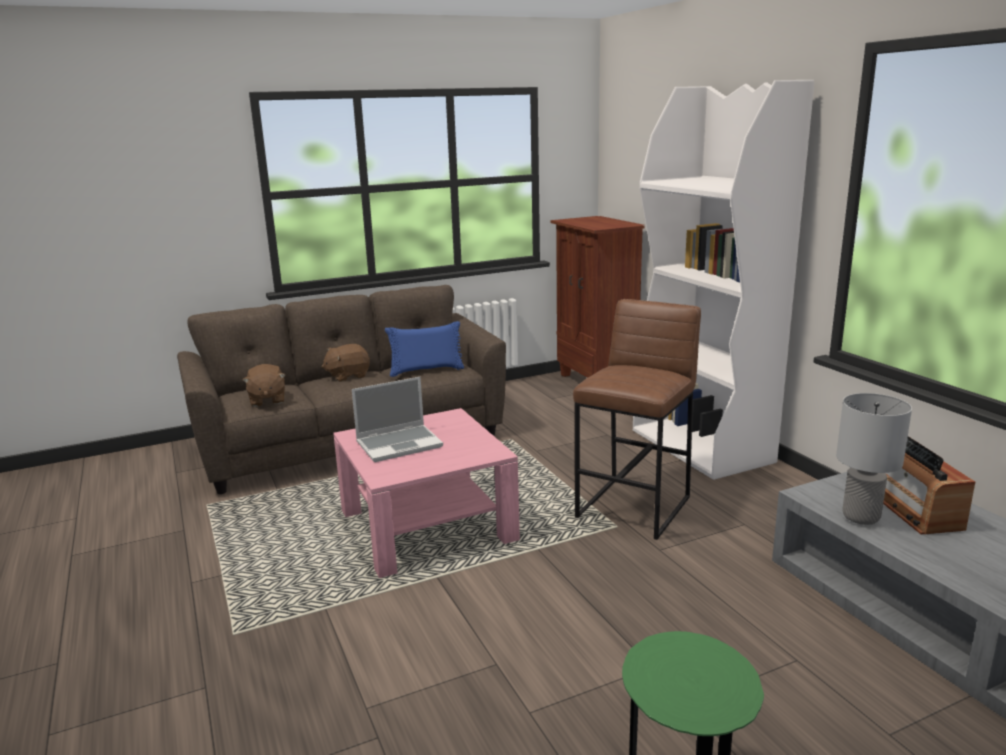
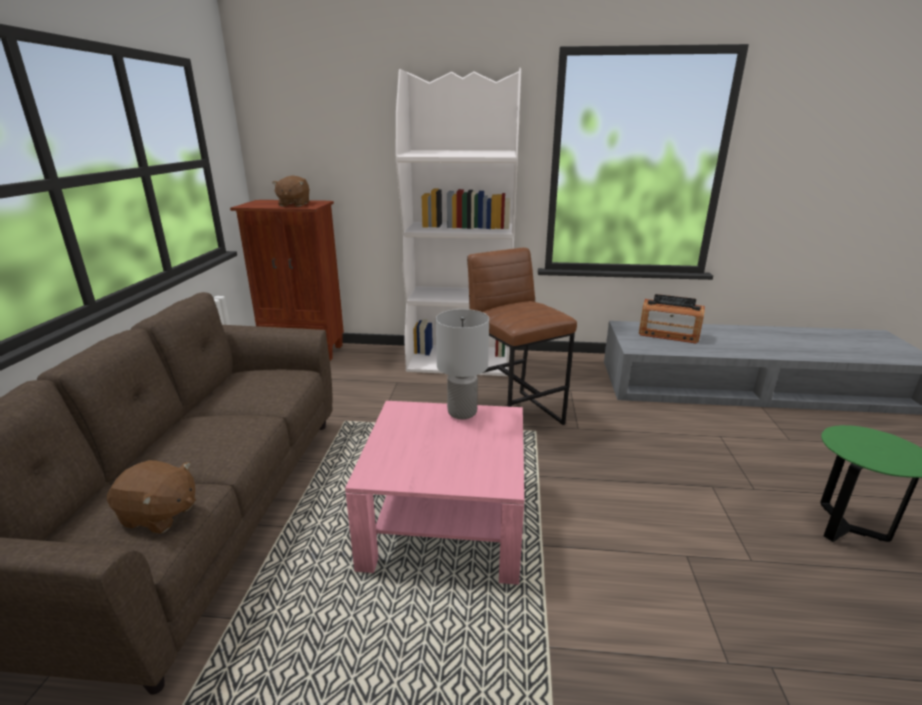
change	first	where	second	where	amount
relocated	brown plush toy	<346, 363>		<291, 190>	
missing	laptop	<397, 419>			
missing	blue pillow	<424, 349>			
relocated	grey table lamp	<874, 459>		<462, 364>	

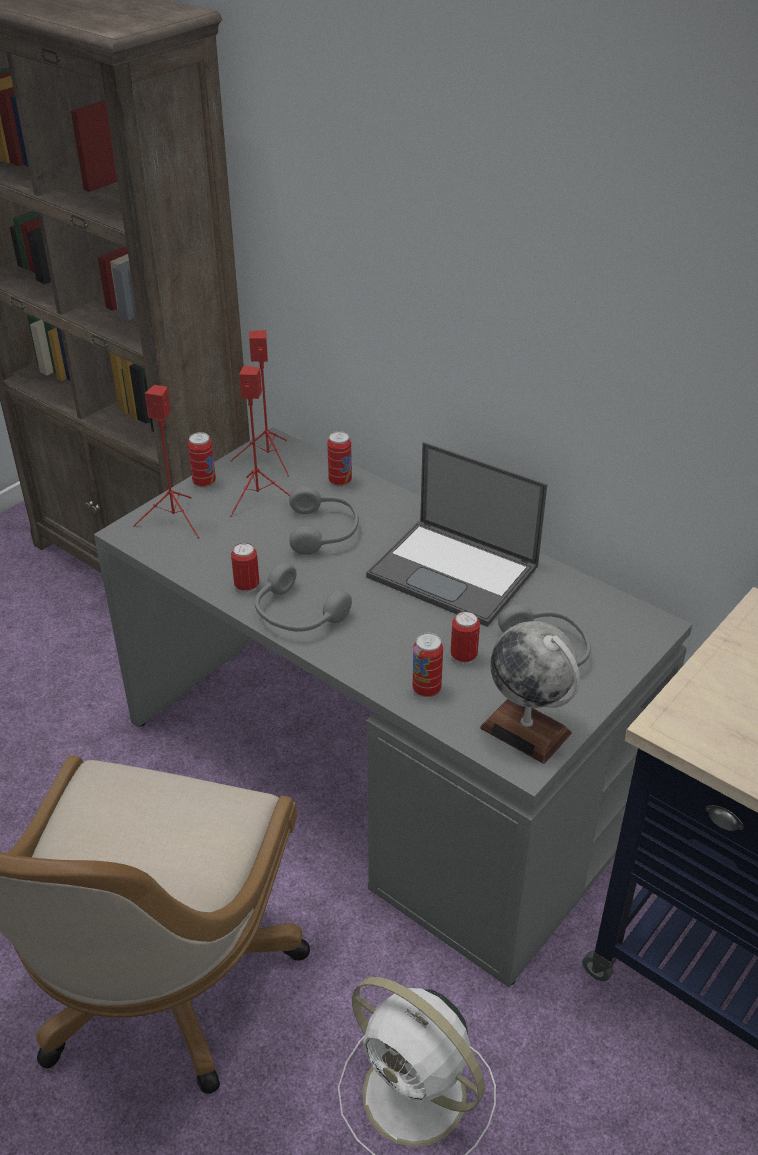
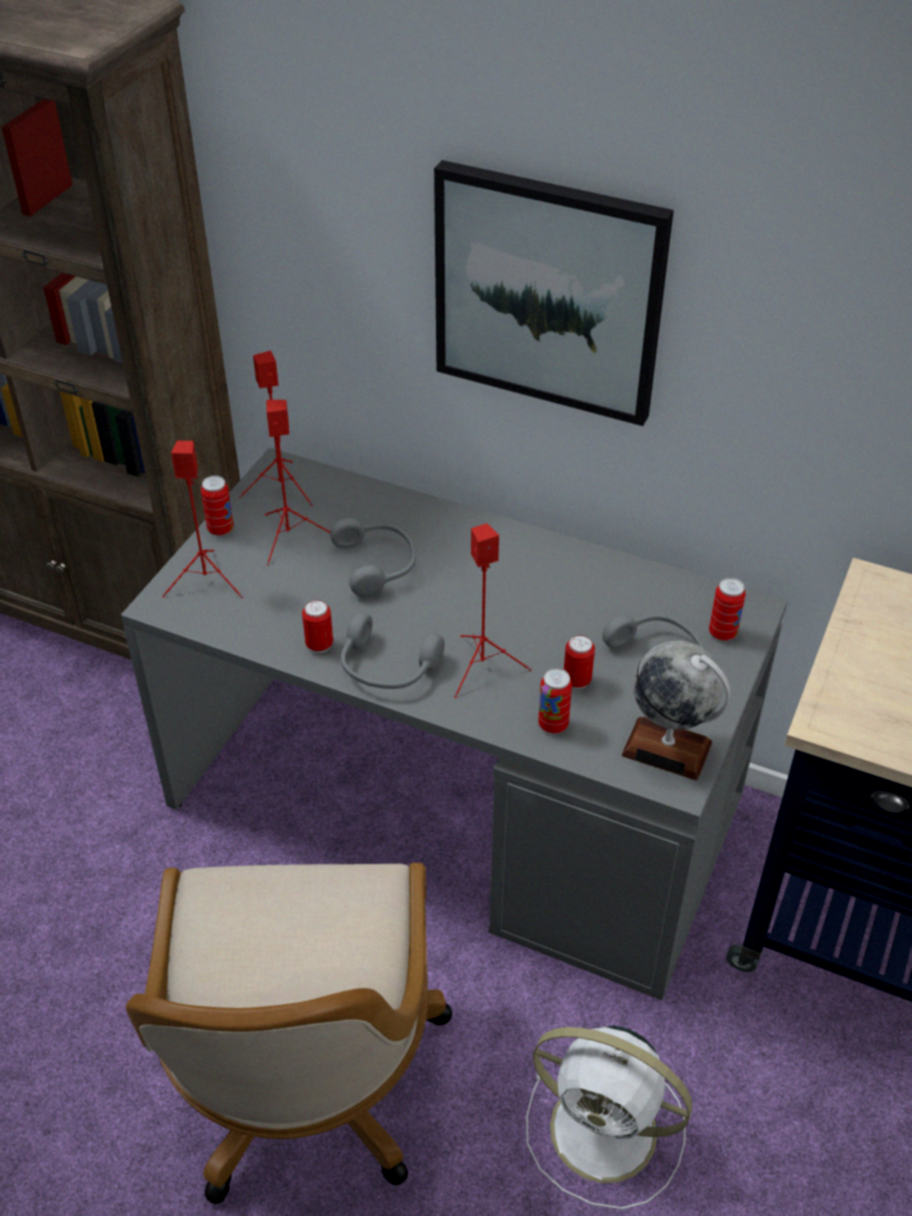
change	first	where	second	where	amount
relocated	can	<339, 459>		<727, 609>	
missing	laptop	<456, 534>			
appeared			picture	<554, 293>	
appeared			red speaker	<493, 610>	

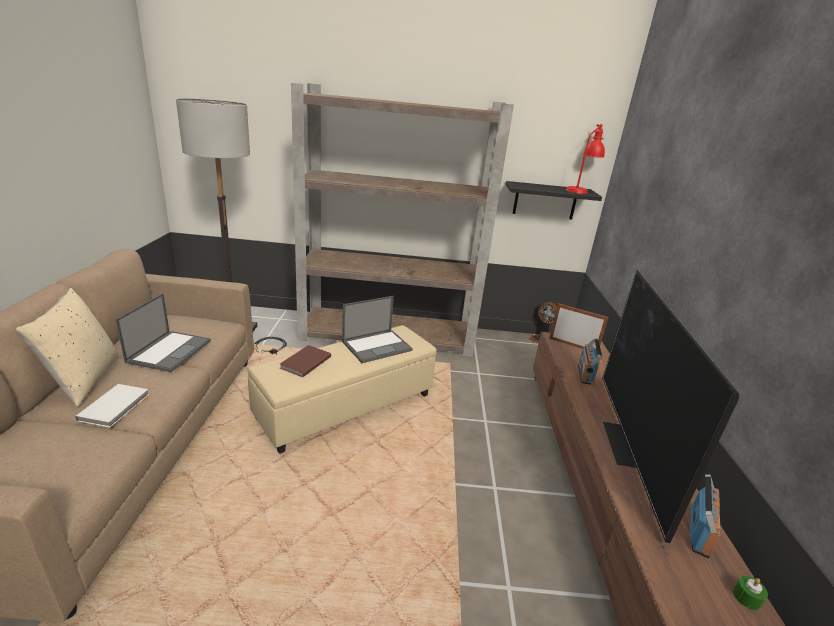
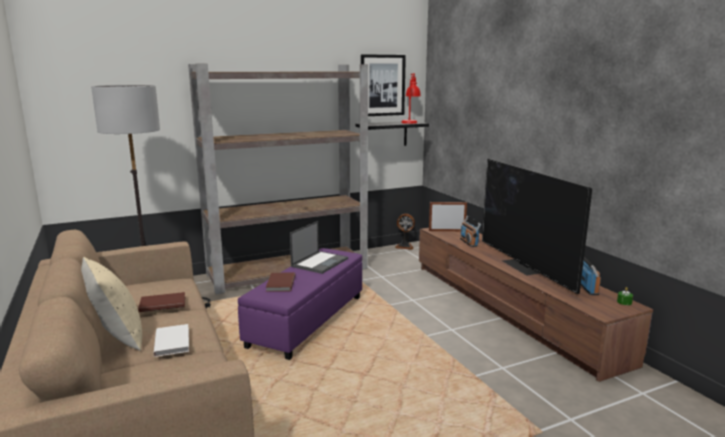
change	first	where	second	where	amount
exchanged	laptop	<163, 332>	brown book	<162, 302>	
colour	beige ottoman	<342, 389>	purple ottoman	<300, 304>	
appeared			picture	<383, 85>	

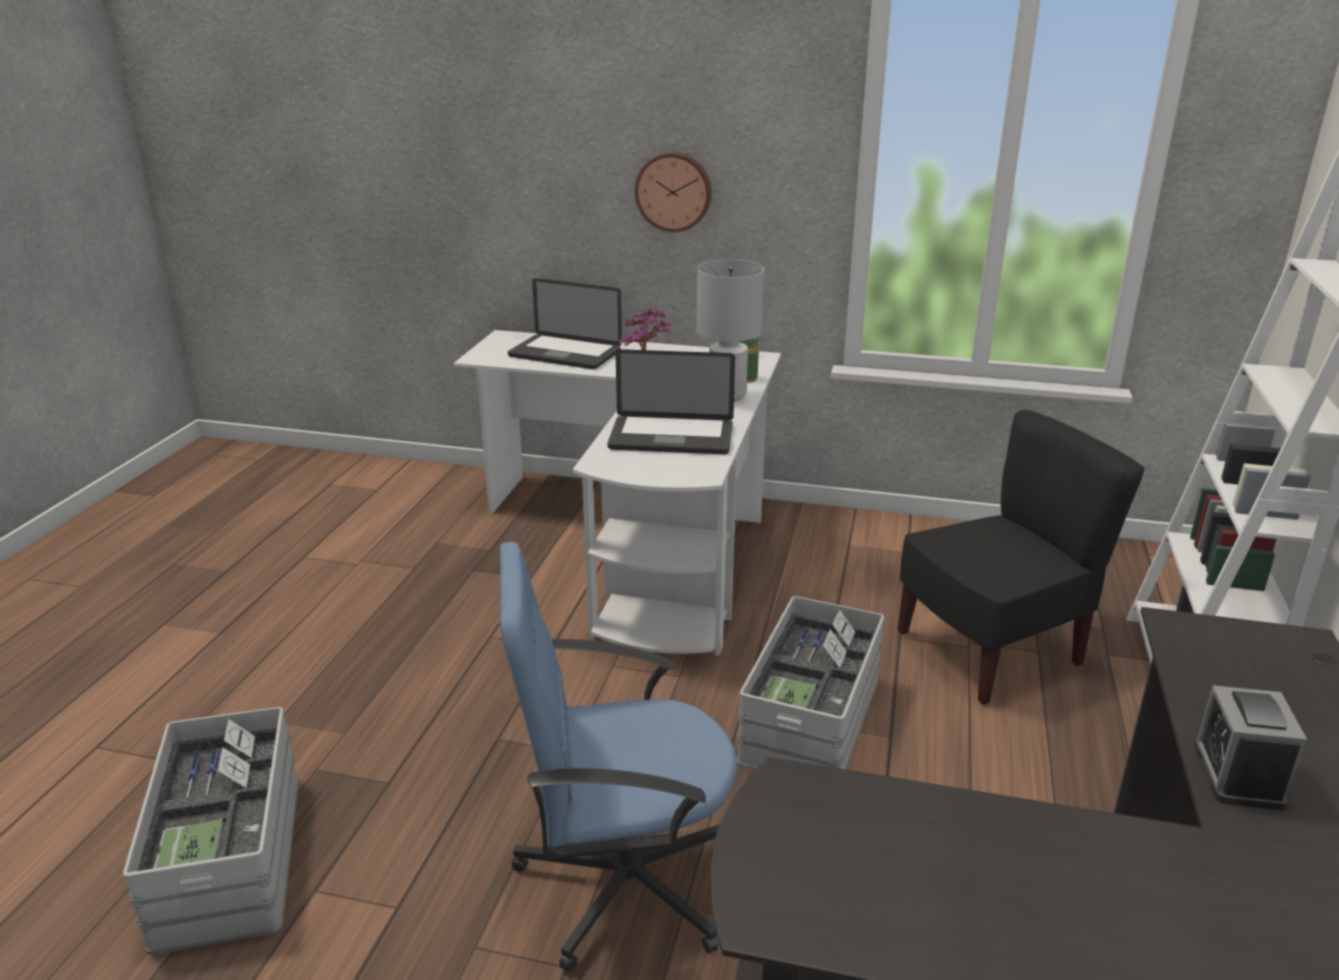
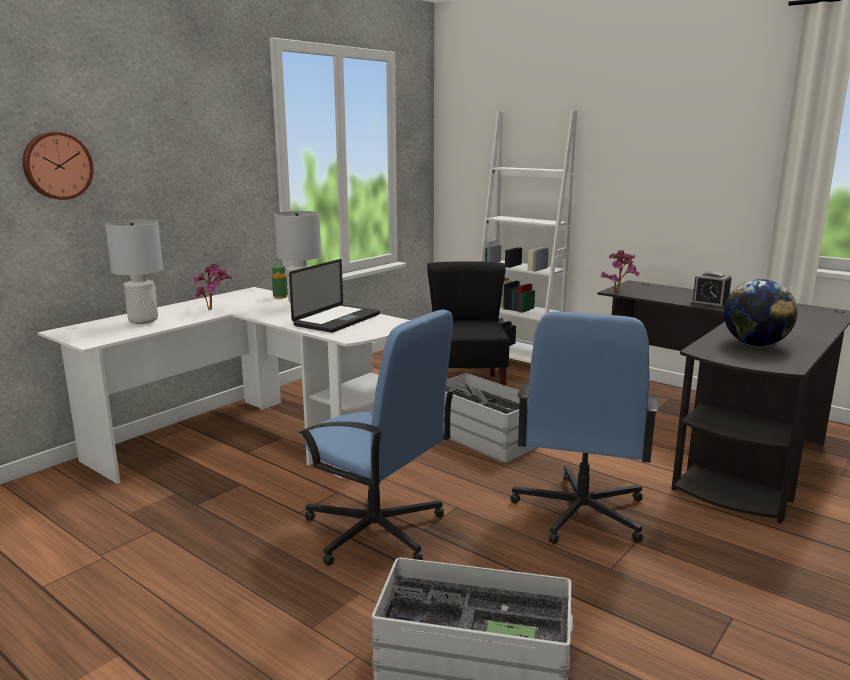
change	first	where	second	where	amount
exchanged	laptop	<565, 323>	grey table lamp	<134, 272>	
relocated	wall clock	<673, 192>		<58, 166>	
appeared			blue office chair	<376, 437>	
appeared			potted plant	<620, 271>	
appeared			globe	<760, 312>	

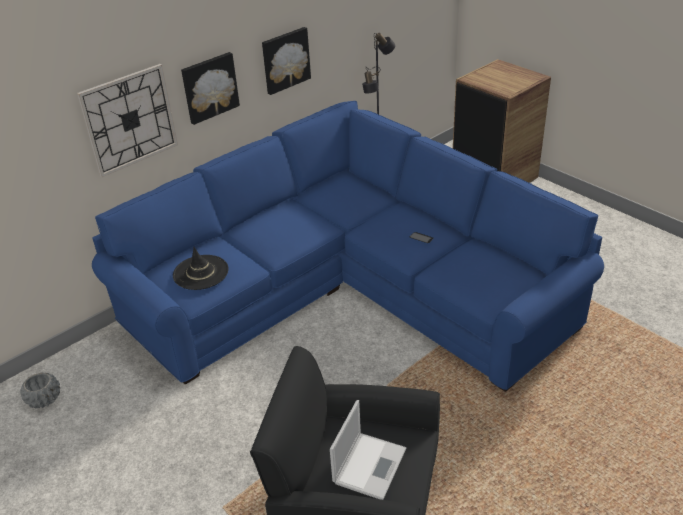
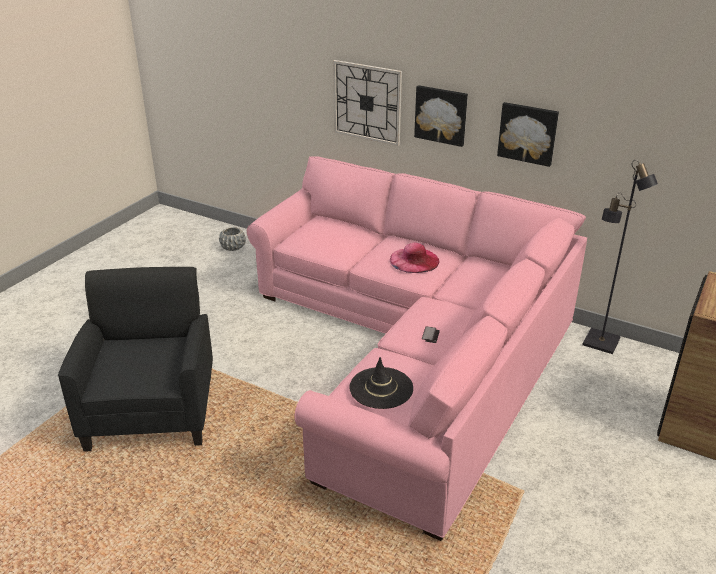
change	first	where	second	where	amount
colour	blue sofa	<348, 246>	pink sofa	<417, 348>	
relocated	black hat	<201, 268>		<381, 383>	
missing	laptop	<368, 450>			
appeared			pink hat	<415, 258>	

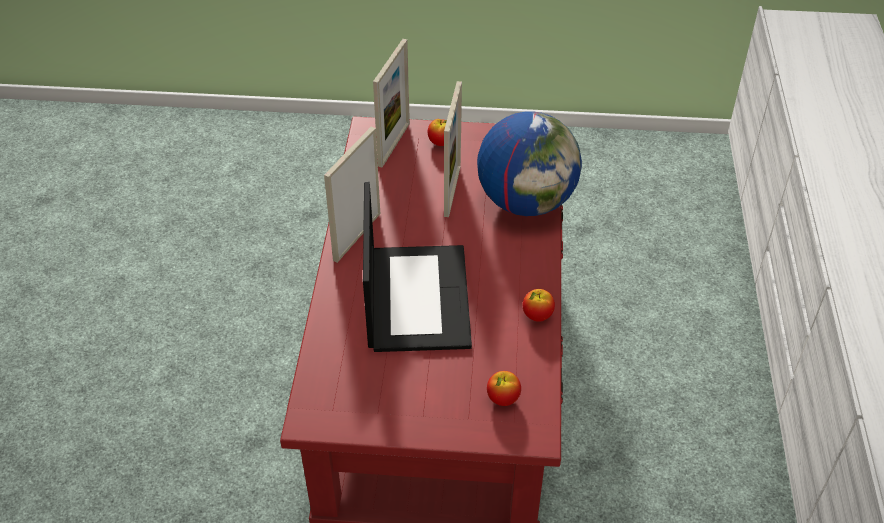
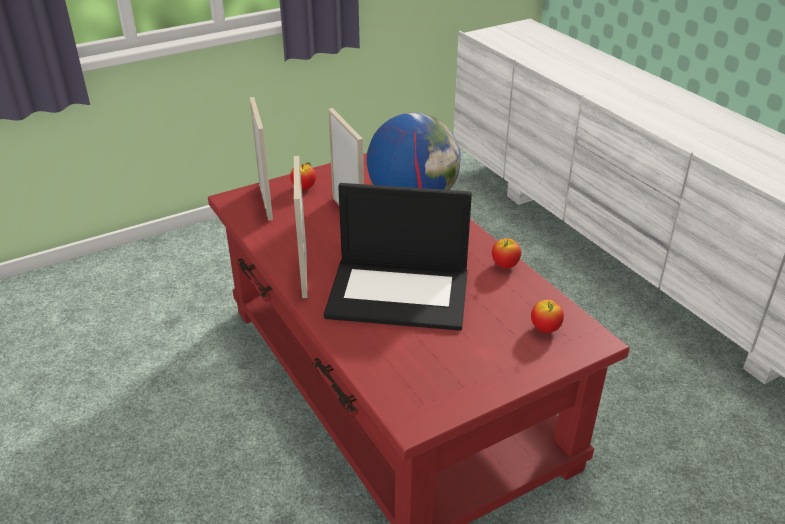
change	first	where	second	where	amount
spun	laptop	<417, 267>		<398, 257>	135 degrees clockwise

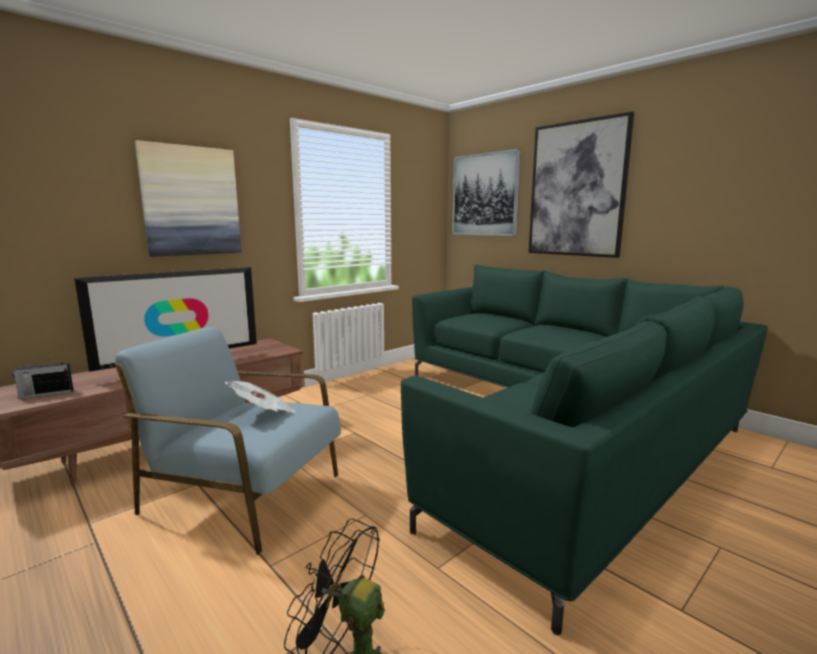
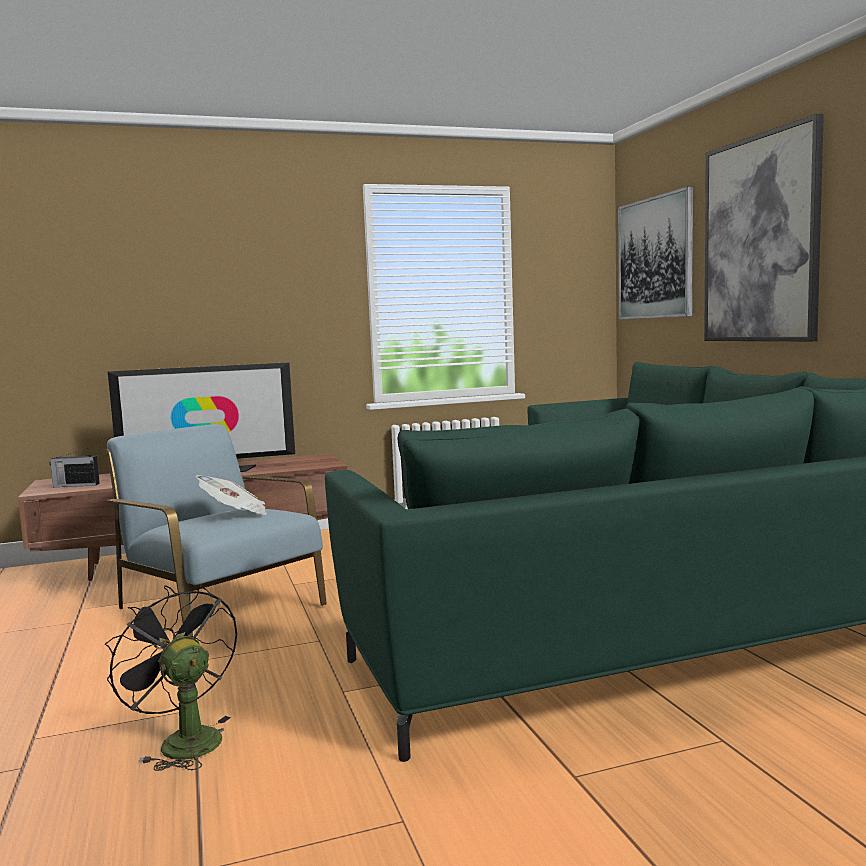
change	first	where	second	where	amount
missing	picture	<188, 198>			

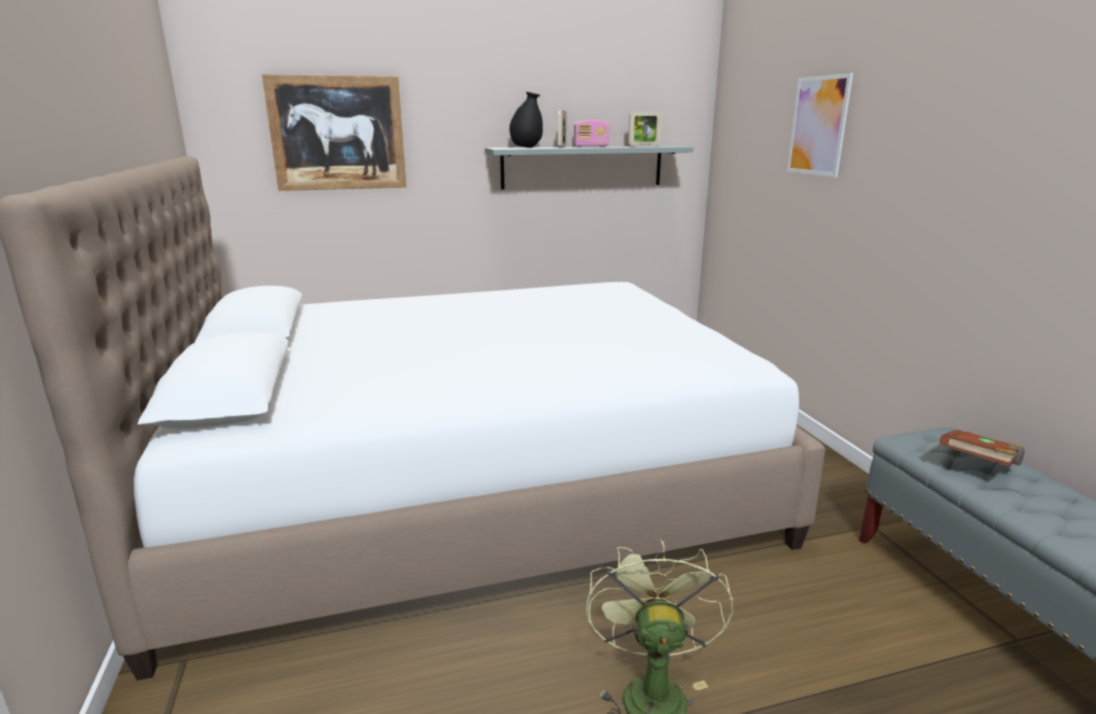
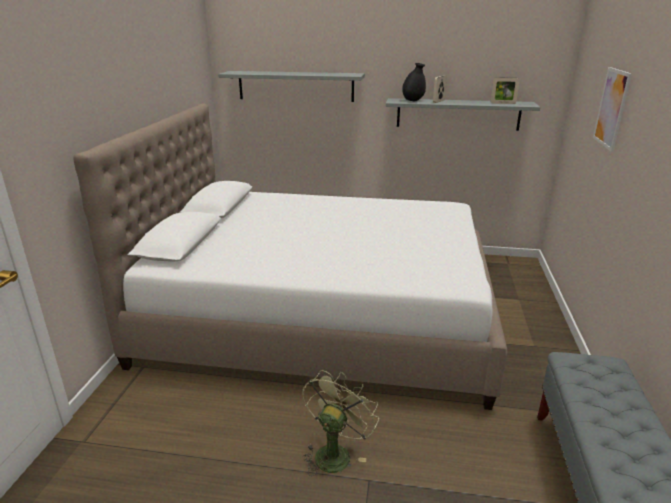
change	first	where	second	where	amount
exchanged	picture	<334, 132>	grey shelf	<291, 86>	
missing	radio	<591, 133>			
missing	brown book	<982, 448>			

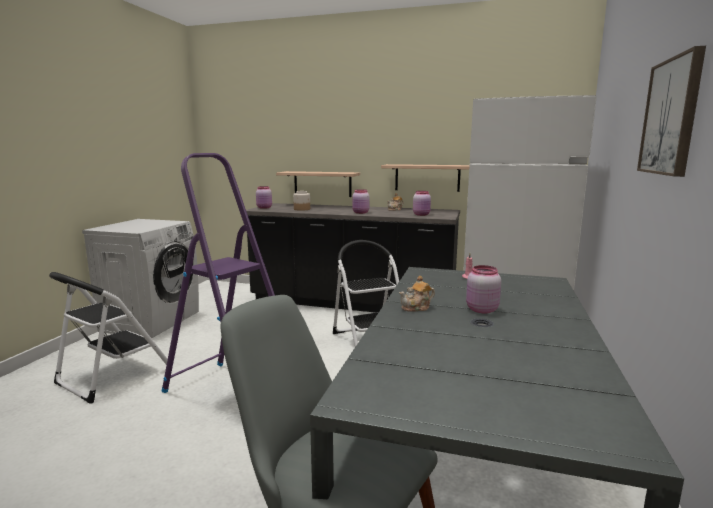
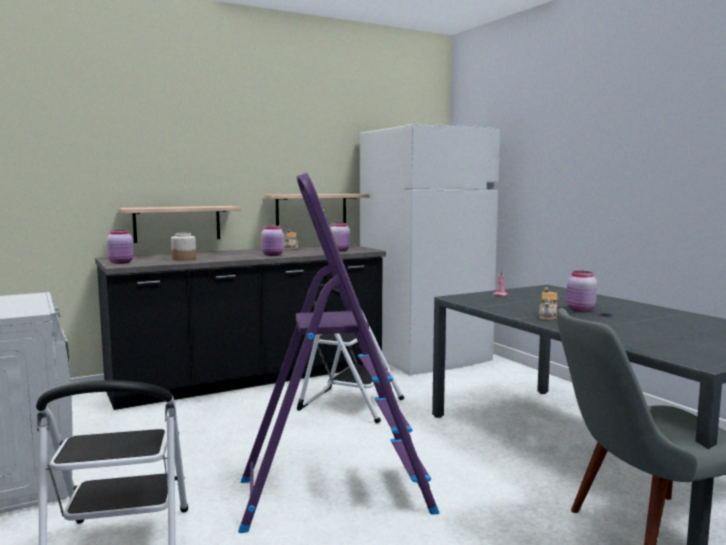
change	first	where	second	where	amount
missing	picture	<671, 111>			

